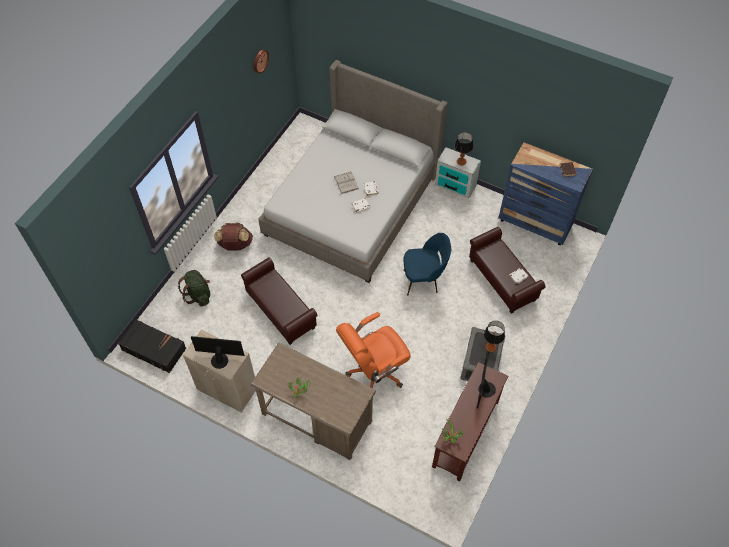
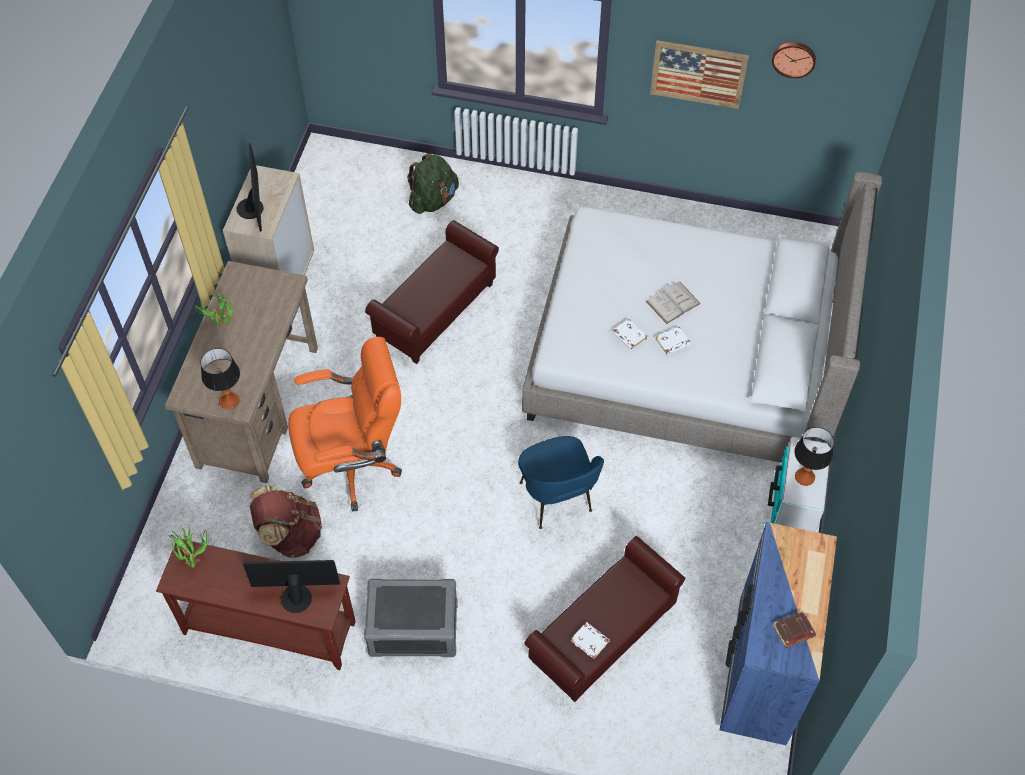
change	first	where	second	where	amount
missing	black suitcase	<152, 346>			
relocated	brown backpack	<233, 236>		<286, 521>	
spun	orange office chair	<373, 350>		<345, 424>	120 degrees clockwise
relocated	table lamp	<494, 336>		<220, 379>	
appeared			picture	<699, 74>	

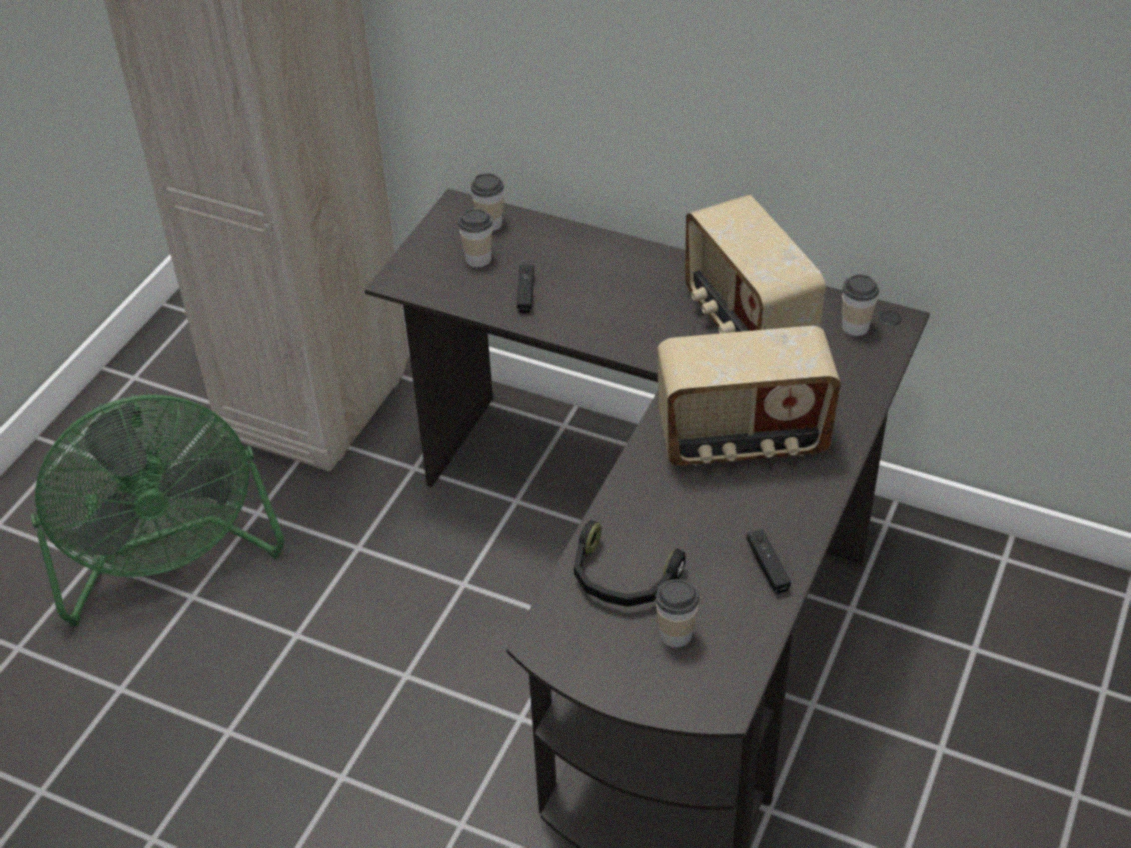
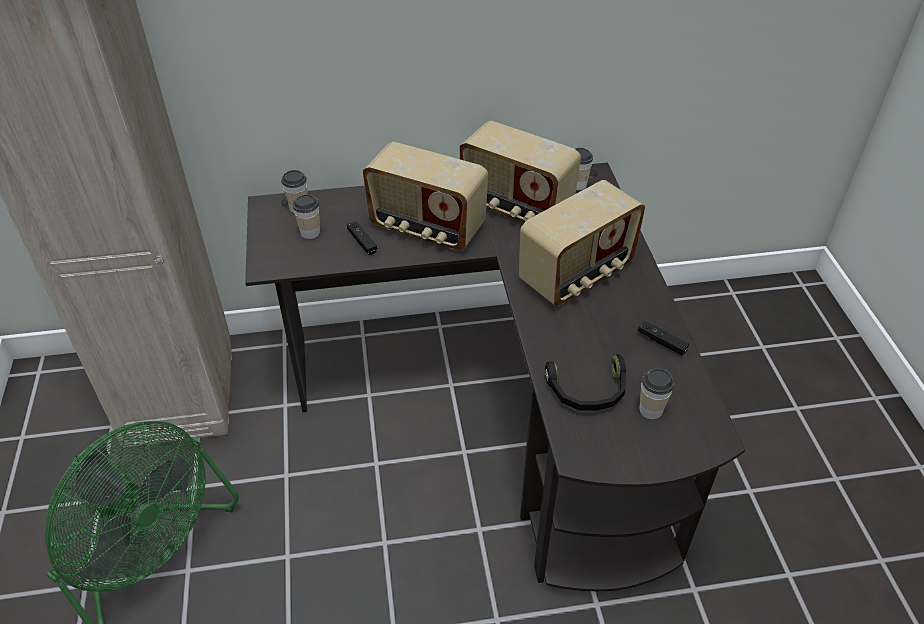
change	first	where	second	where	amount
appeared			radio	<425, 196>	

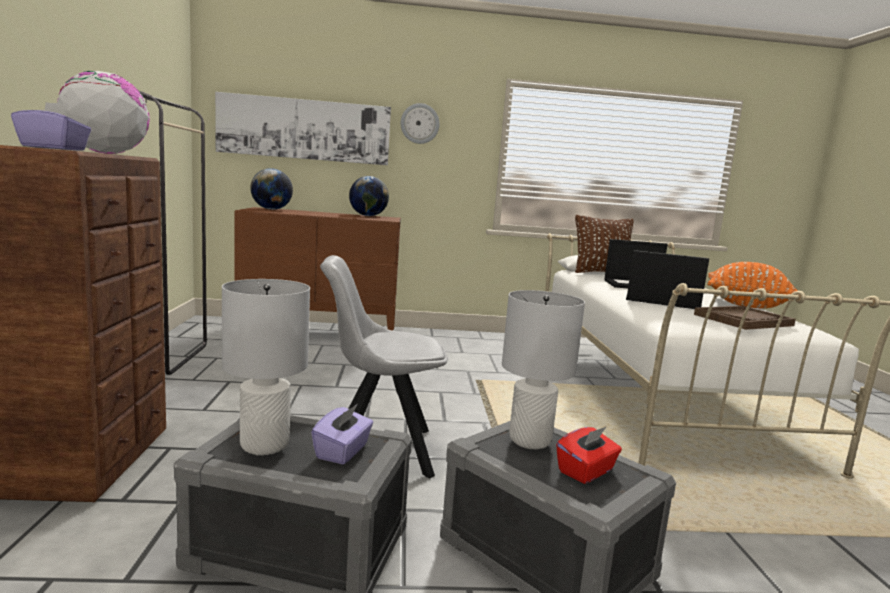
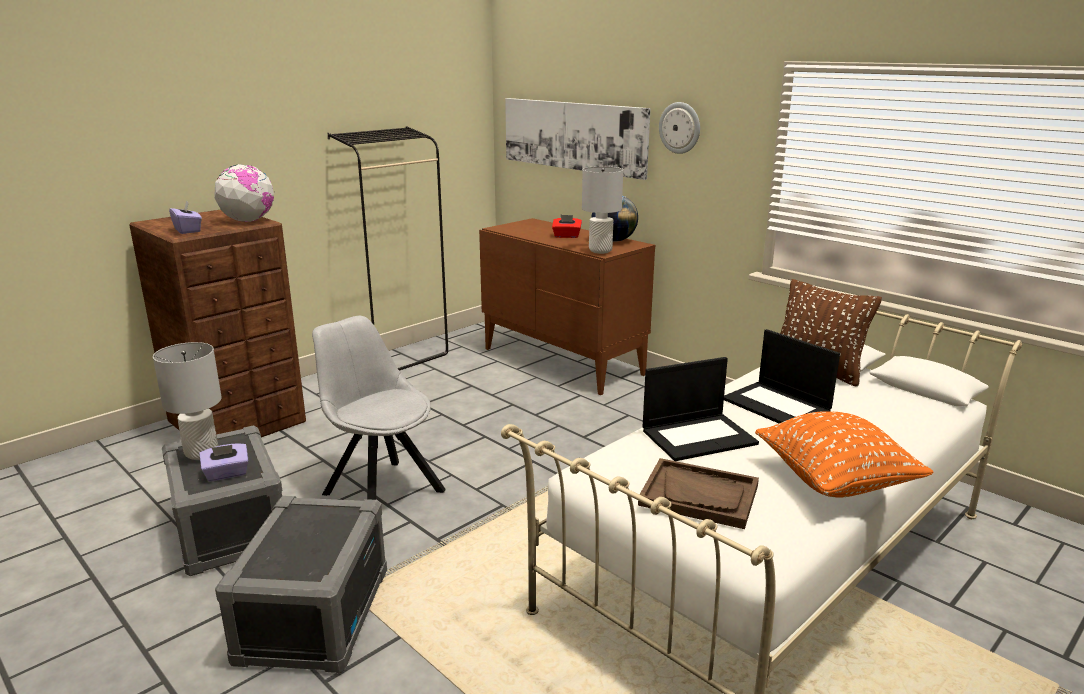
change	first	where	second	where	amount
missing	globe	<271, 189>			
relocated	grey table lamp	<543, 370>		<602, 210>	
relocated	red tissue box	<589, 455>		<567, 226>	
spun	laptop	<667, 279>		<701, 409>	90 degrees clockwise

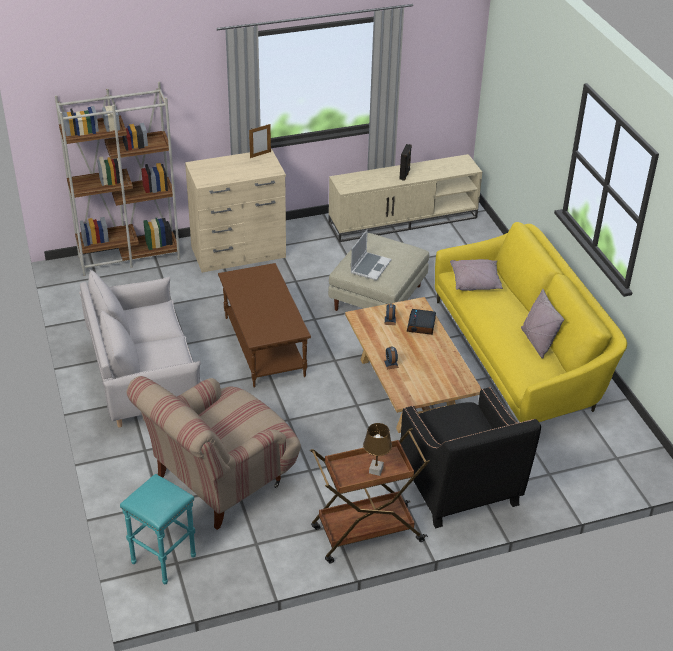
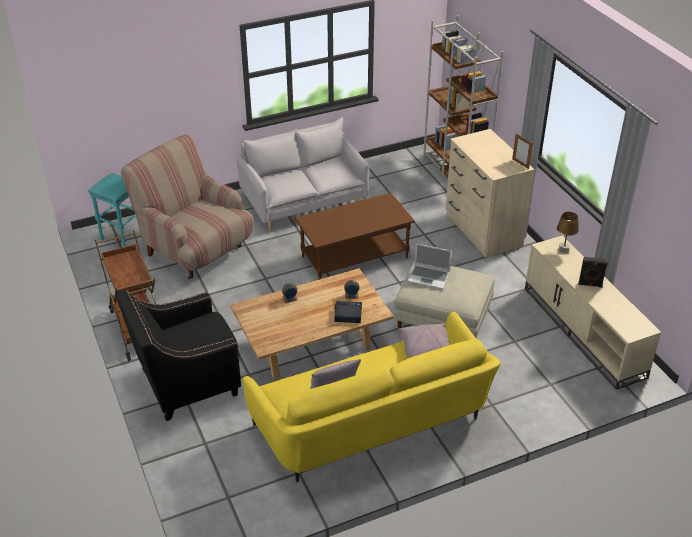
change	first	where	second	where	amount
relocated	brown table lamp	<377, 449>		<568, 232>	

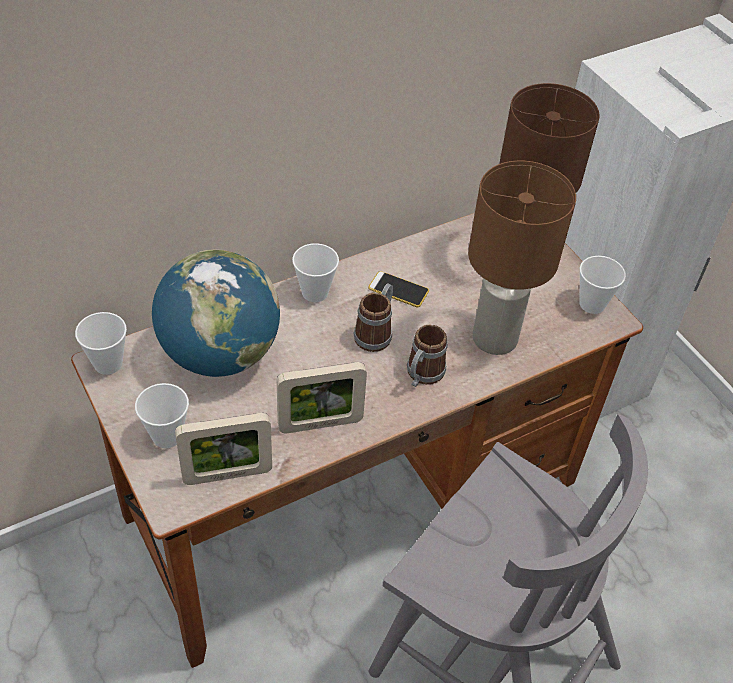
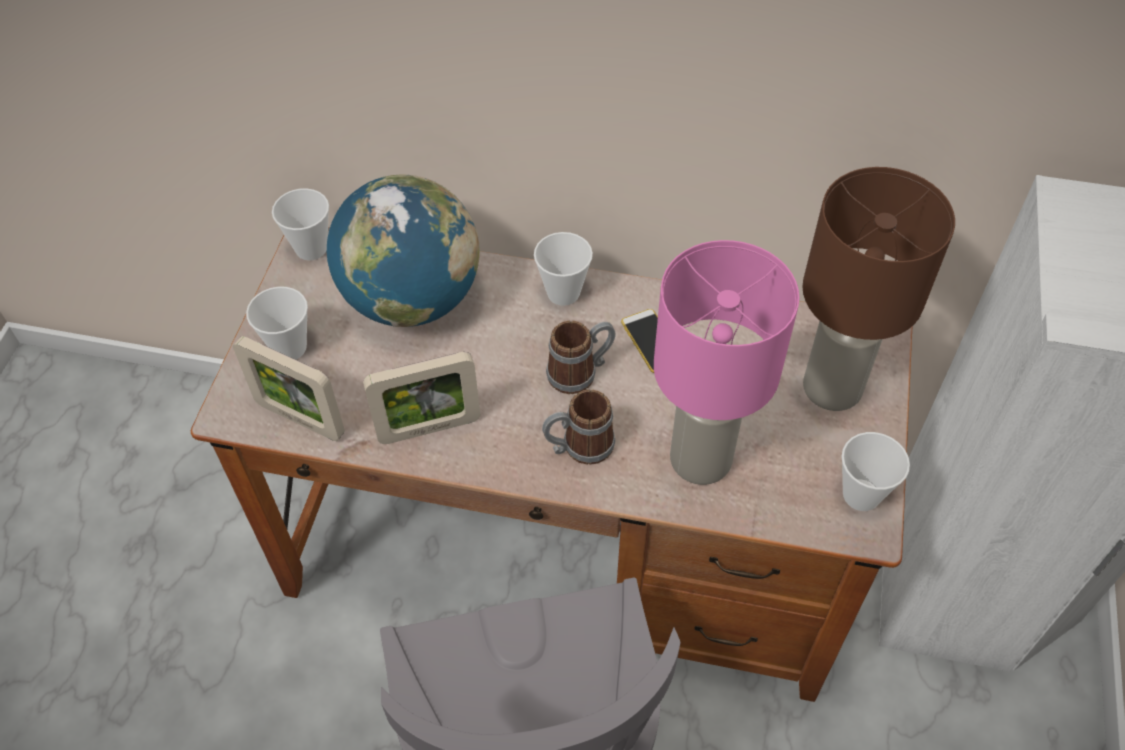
change	first	where	second	where	amount
spun	picture frame	<322, 397>		<421, 398>	45 degrees counterclockwise
colour	brown table lamp	<522, 258>	pink table lamp	<726, 362>	

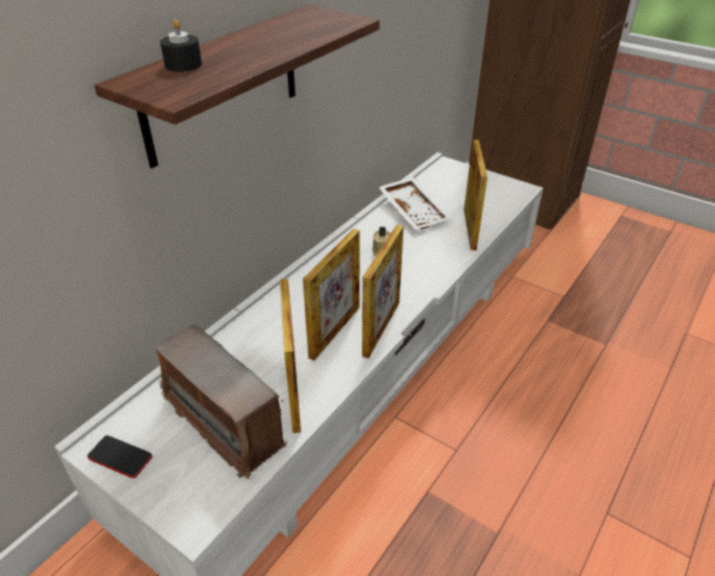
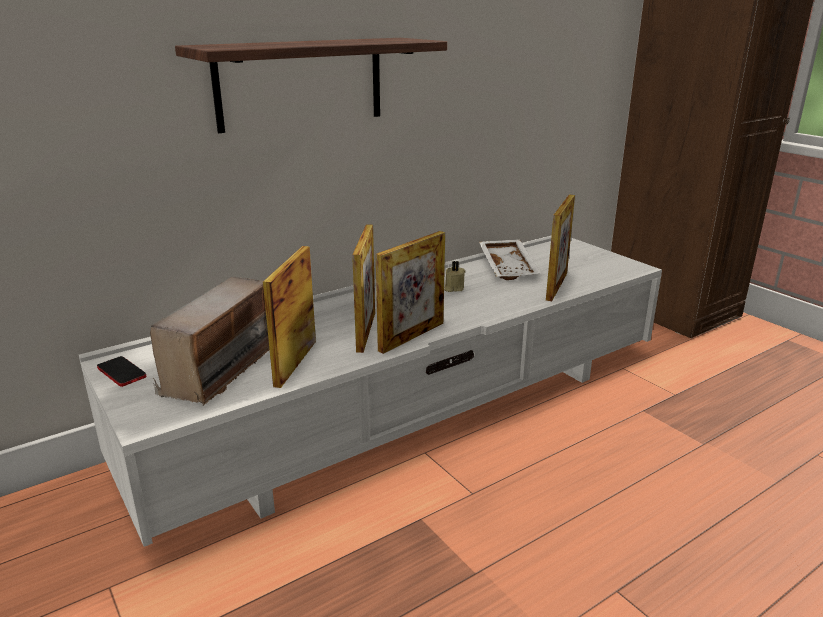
change	first	where	second	where	amount
spun	radio	<222, 402>		<210, 341>	135 degrees counterclockwise
missing	black candle	<181, 45>			
spun	picture frame	<331, 295>		<363, 289>	45 degrees counterclockwise

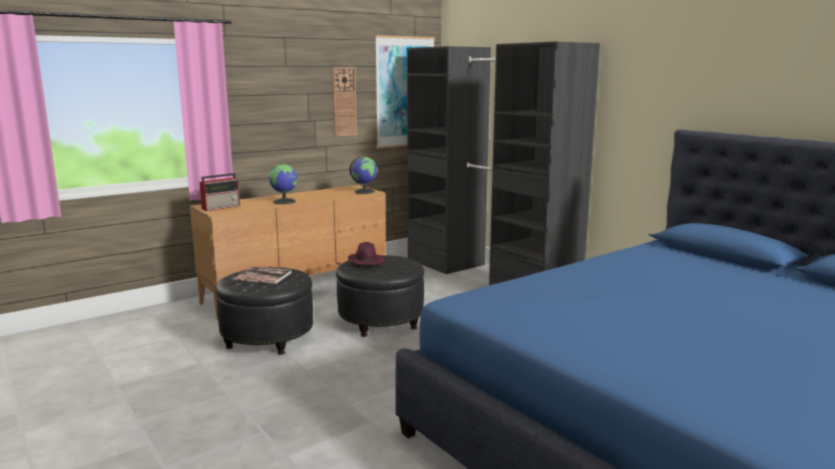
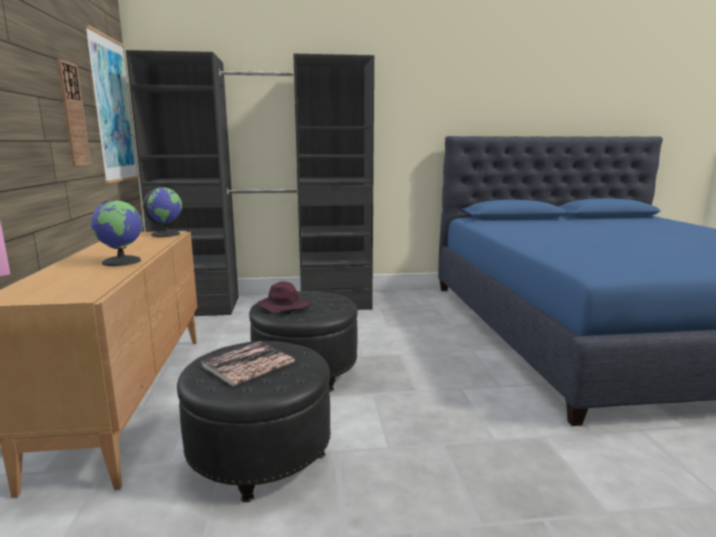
change	first	where	second	where	amount
missing	radio	<219, 192>			

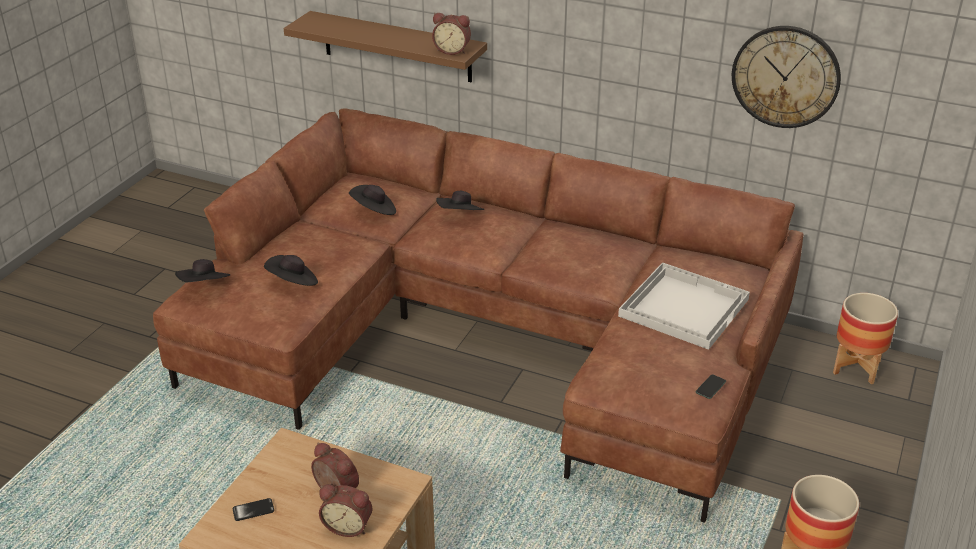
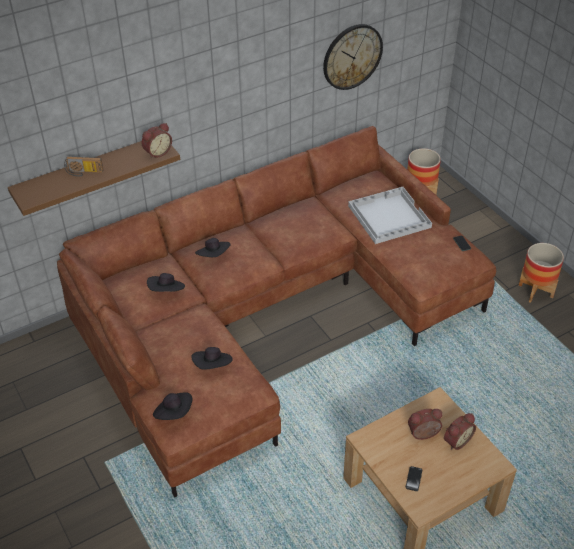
change	first	where	second	where	amount
appeared			radio	<83, 166>	

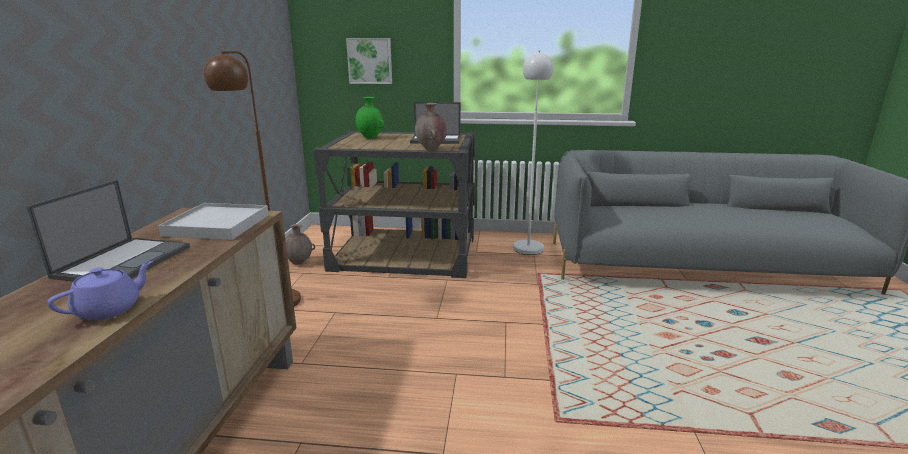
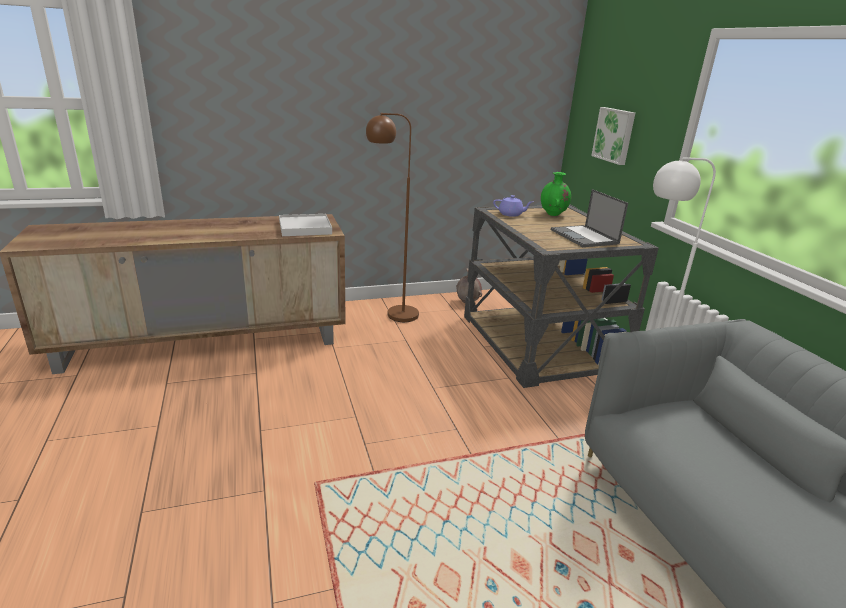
change	first	where	second	where	amount
missing	laptop	<108, 231>			
relocated	purple teapot	<100, 290>		<512, 206>	
missing	brown vase	<431, 126>			

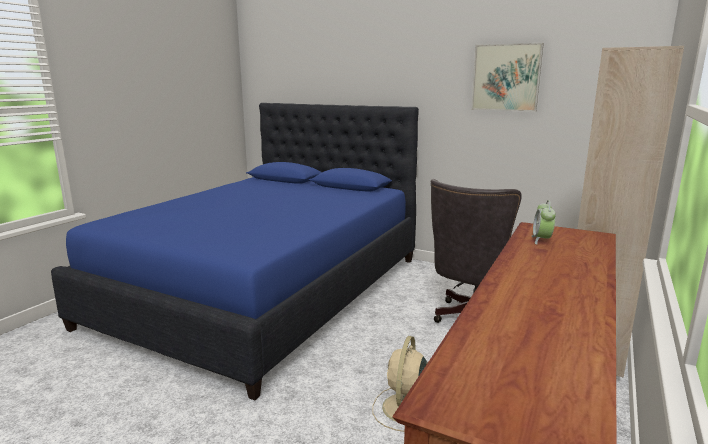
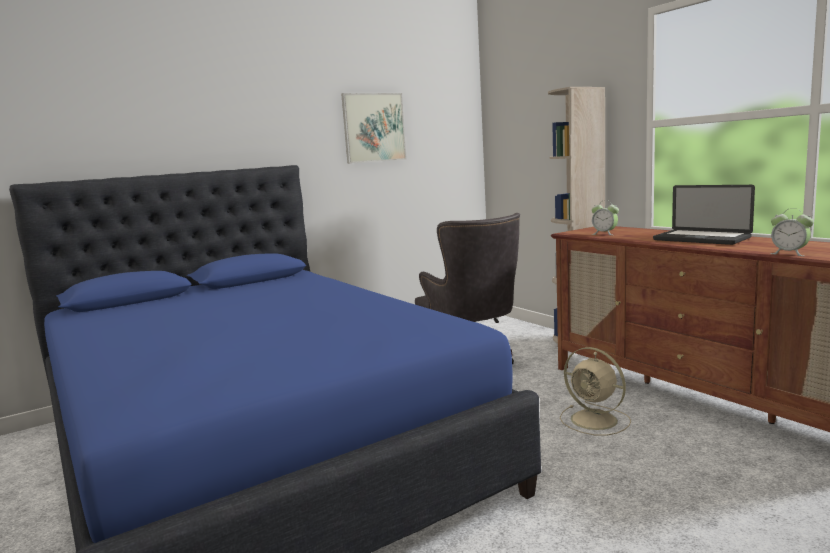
change	first	where	second	where	amount
appeared			laptop	<704, 215>	
appeared			alarm clock	<792, 232>	

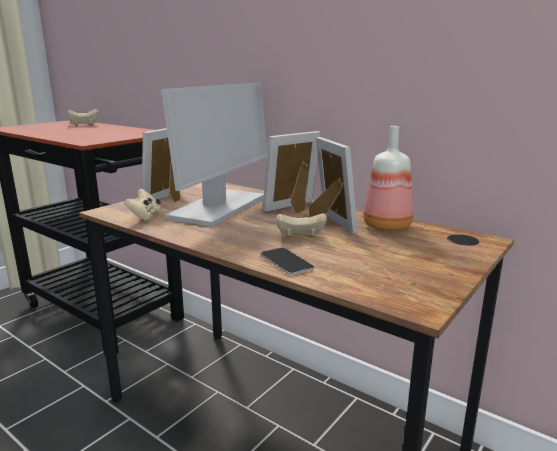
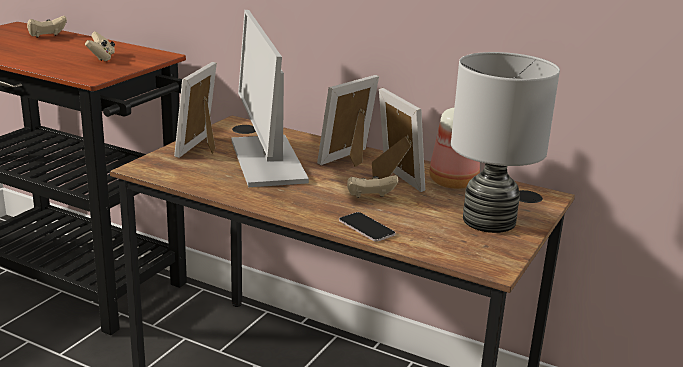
change	first	where	second	where	amount
relocated	beige game controller	<142, 205>		<100, 46>	
spun	monitor	<214, 154>		<270, 98>	150 degrees clockwise
appeared			grey table lamp	<505, 142>	

